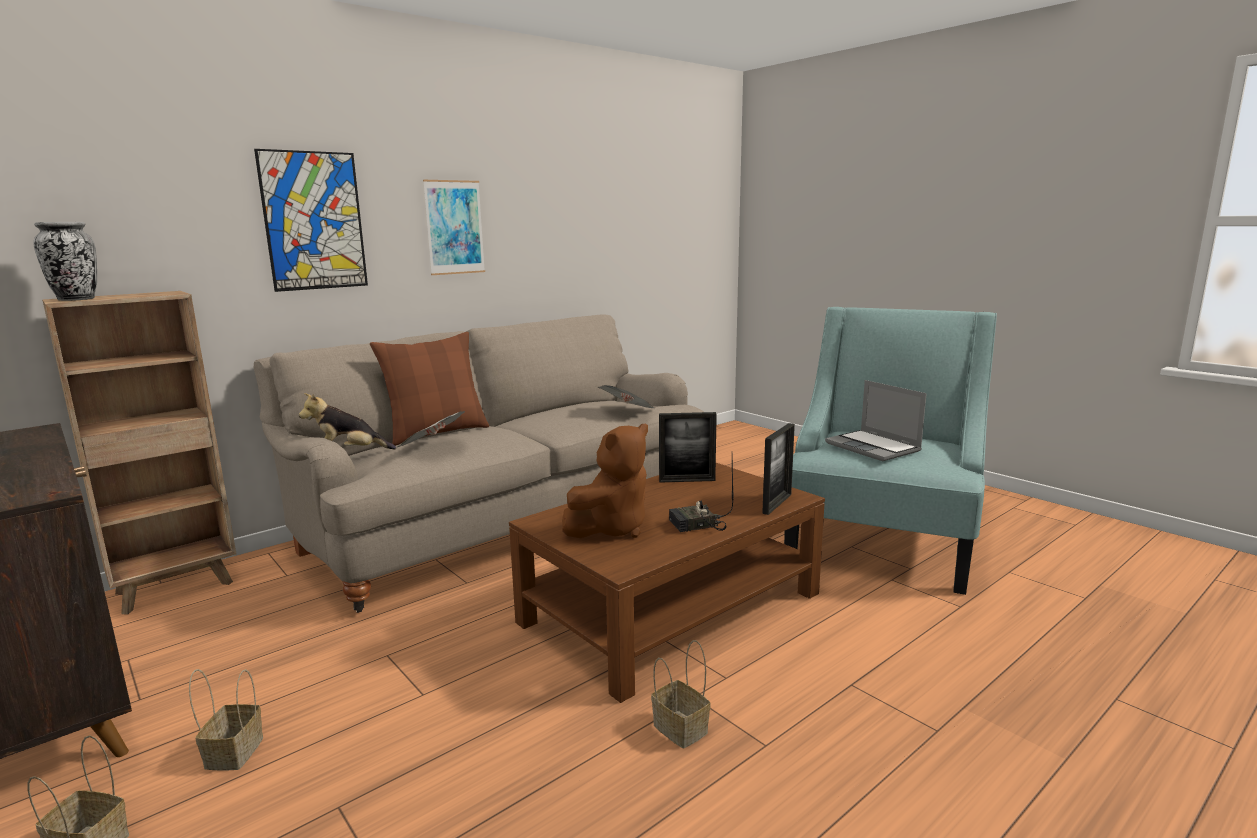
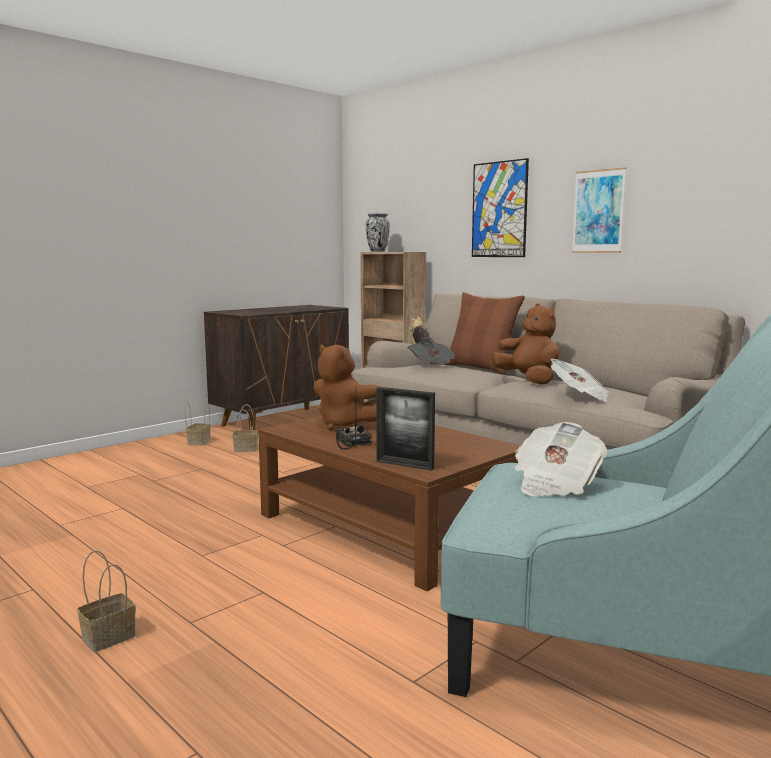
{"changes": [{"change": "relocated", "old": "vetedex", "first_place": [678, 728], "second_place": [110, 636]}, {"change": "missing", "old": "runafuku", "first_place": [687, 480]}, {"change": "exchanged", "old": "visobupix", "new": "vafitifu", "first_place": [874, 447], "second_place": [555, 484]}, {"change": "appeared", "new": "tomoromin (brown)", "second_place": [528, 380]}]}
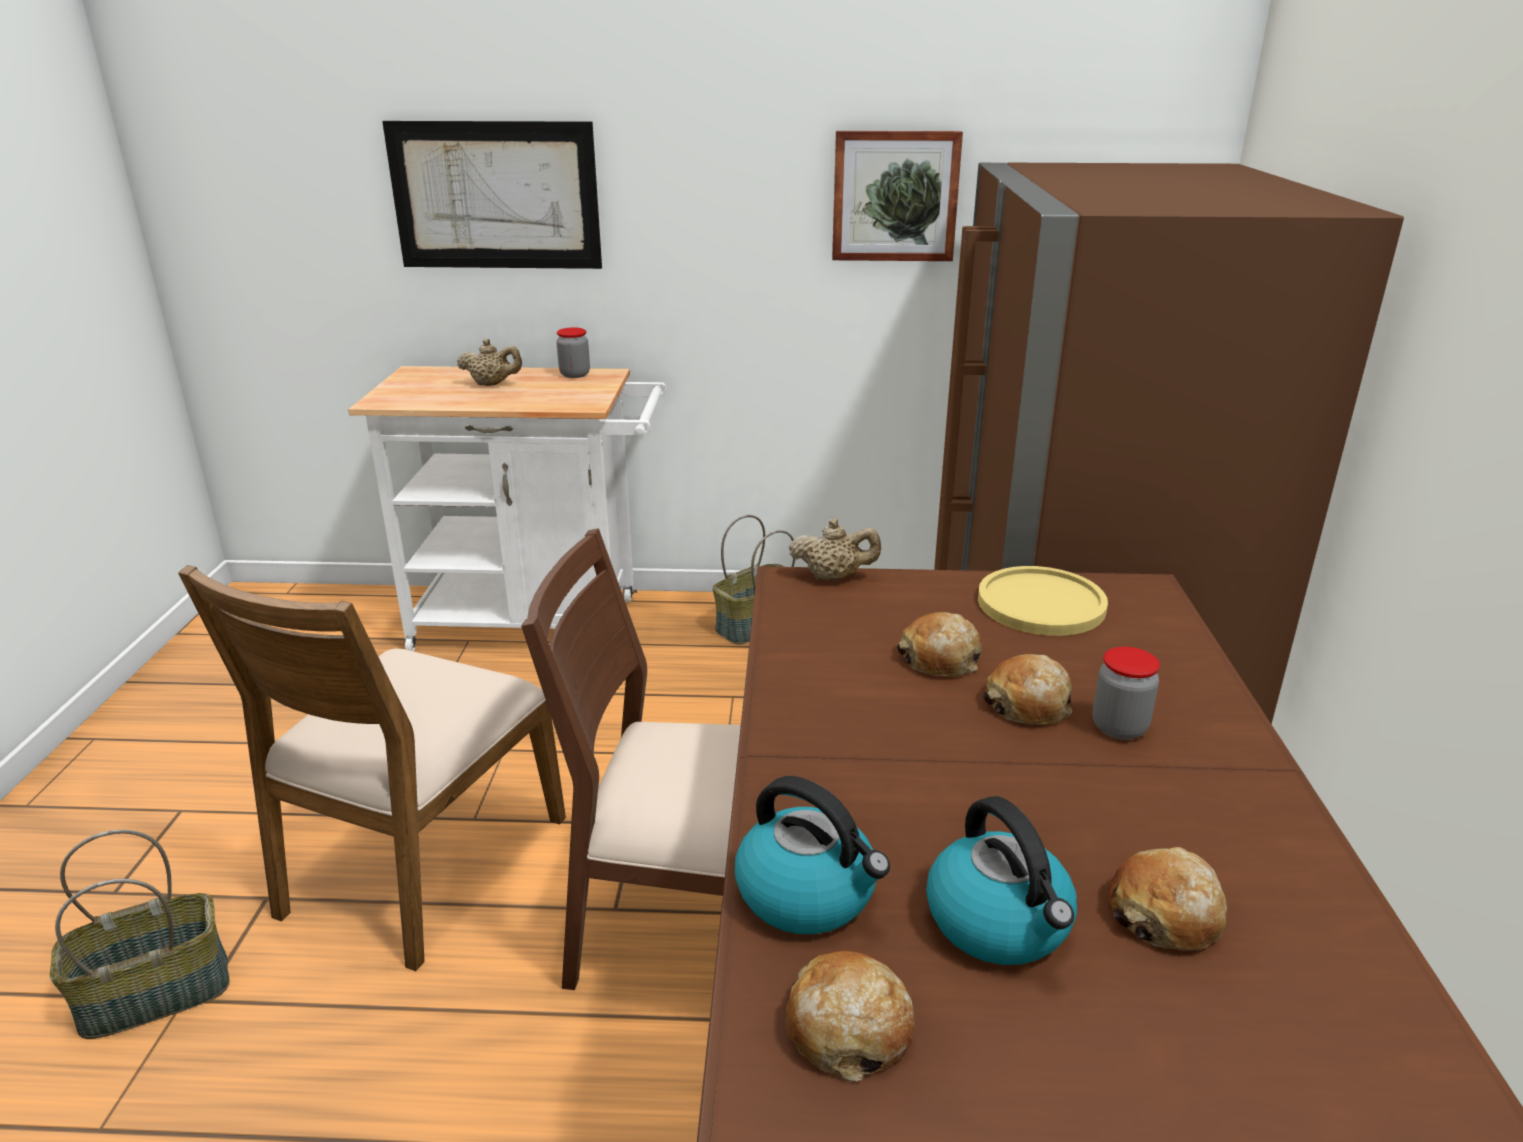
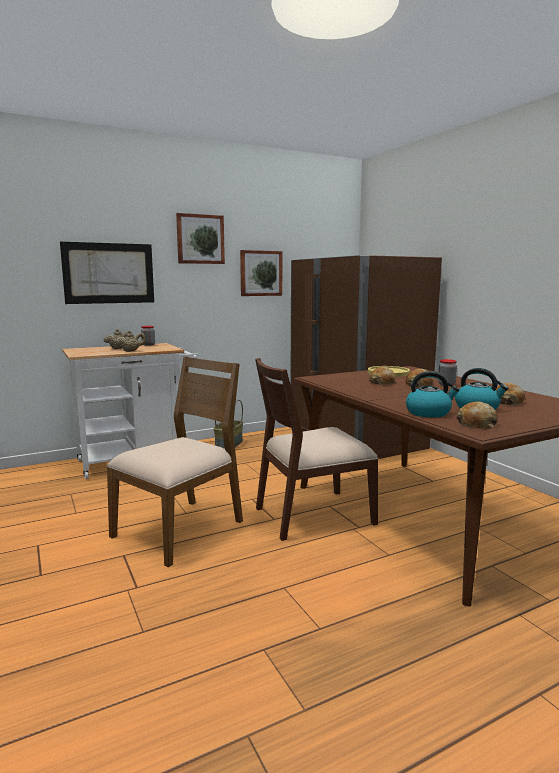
{"changes": [{"change": "missing", "old": "vetedex", "first_place": [157, 992]}, {"change": "spun", "old": "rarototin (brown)", "first_place": [420, 864], "second_place": [180, 529], "degrees": -135}, {"change": "relocated", "old": "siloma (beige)", "first_place": [833, 577], "second_place": [131, 351]}, {"change": "appeared", "new": "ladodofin", "second_place": [200, 239]}]}
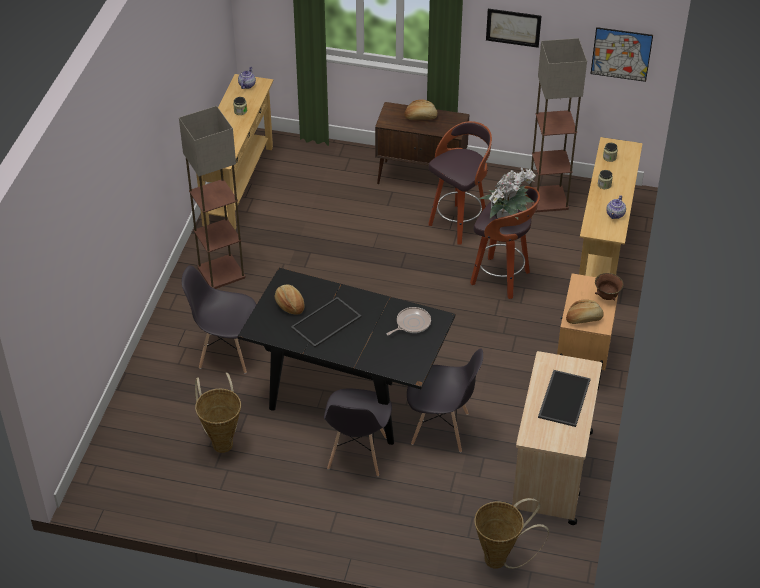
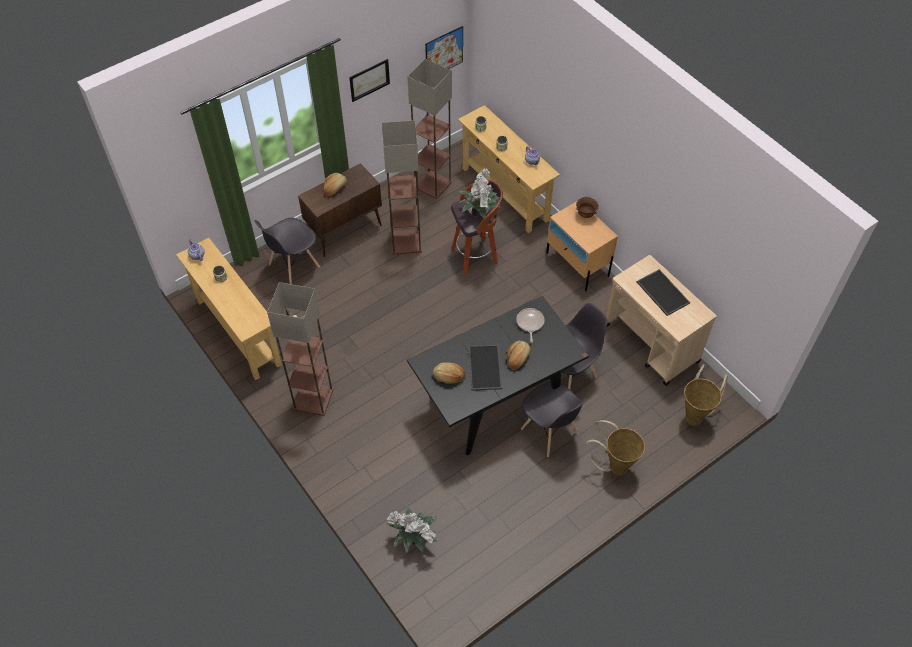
{"changes": [{"change": "relocated", "old": "rarototin (grey)", "first_place": [226, 353], "second_place": [293, 266]}, {"change": "relocated", "old": "vetedex", "first_place": [222, 441], "second_place": [614, 466]}, {"change": "exchanged", "old": "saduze", "new": "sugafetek", "first_place": [459, 223], "second_place": [406, 241]}, {"change": "relocated", "old": "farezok", "first_place": [584, 319], "second_place": [518, 358]}, {"change": "appeared", "new": "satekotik", "second_place": [414, 539]}]}
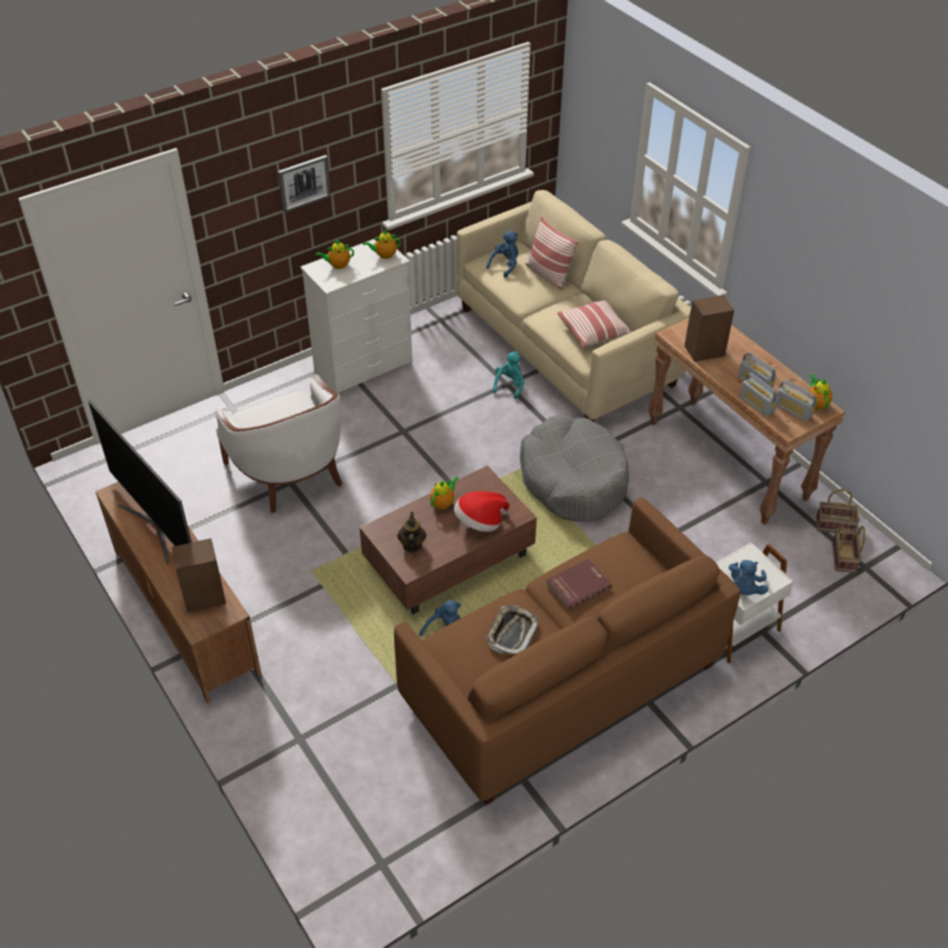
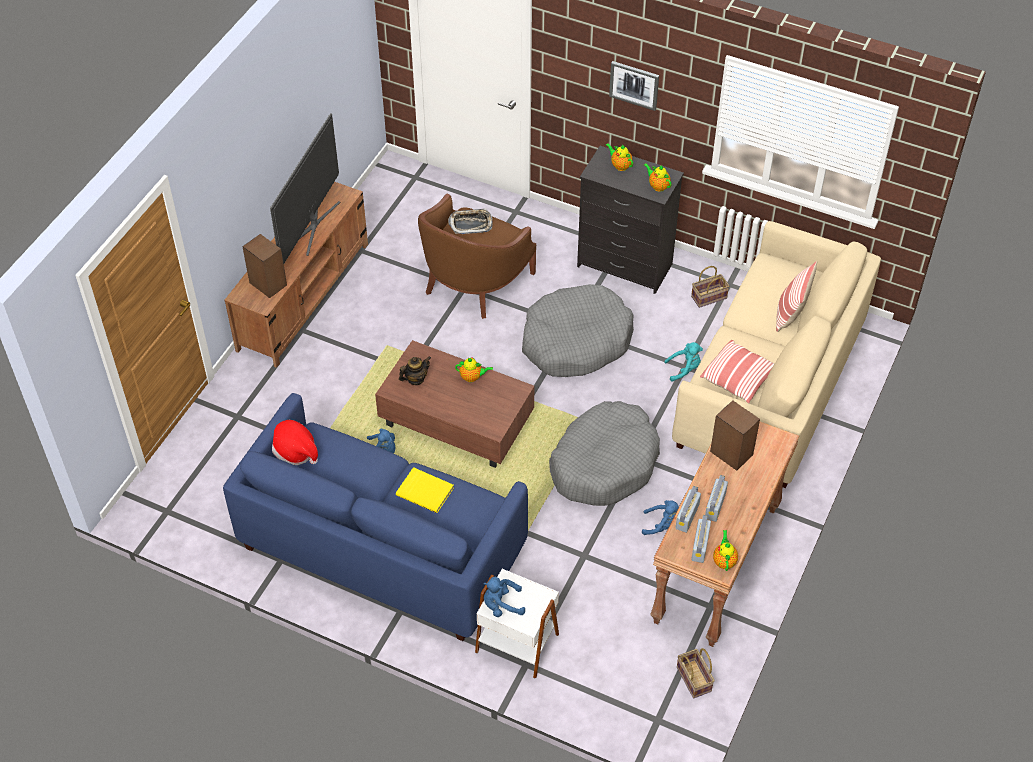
{"changes": [{"change": "colour", "old": "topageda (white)", "new": "topageda (brown)", "first_place": [289, 472], "second_place": [474, 281]}, {"change": "colour", "old": "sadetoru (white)", "new": "sadetoru (black)", "first_place": [364, 368], "second_place": [625, 266]}, {"change": "colour", "old": "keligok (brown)", "new": "keligok (blue)", "first_place": [561, 683], "second_place": [382, 547]}, {"change": "relocated", "old": "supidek", "first_place": [480, 522], "second_place": [294, 451]}, {"change": "relocated", "old": "tomoromin (blue)", "first_place": [505, 265], "second_place": [662, 525]}, {"change": "relocated", "old": "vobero", "first_place": [512, 633], "second_place": [471, 224]}, {"change": "colour", "old": "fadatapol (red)", "new": "fadatapol (yellow)", "first_place": [577, 585], "second_place": [425, 491]}, {"change": "spun", "old": "siloma", "first_place": [816, 403], "second_place": [724, 560], "degrees": -45}, {"change": "relocated", "old": "vetedex", "first_place": [844, 558], "second_place": [708, 298]}, {"change": "appeared", "new": "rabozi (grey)", "second_place": [575, 341]}]}
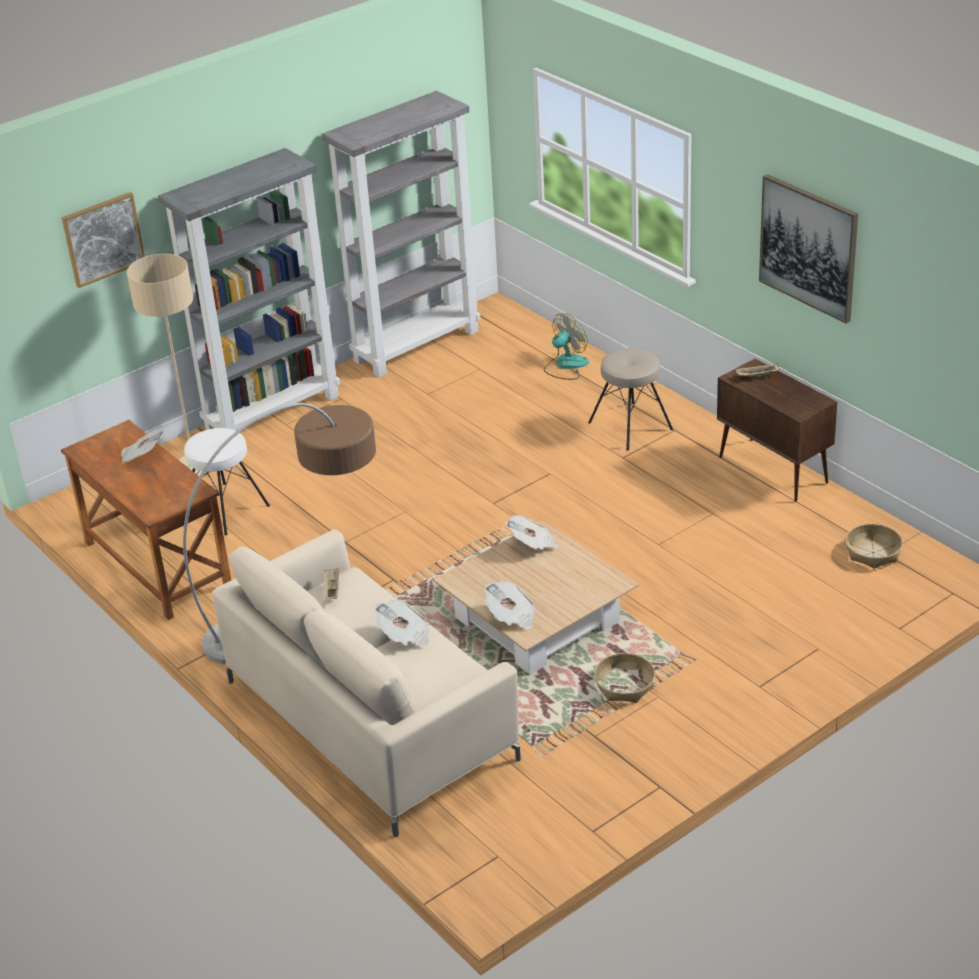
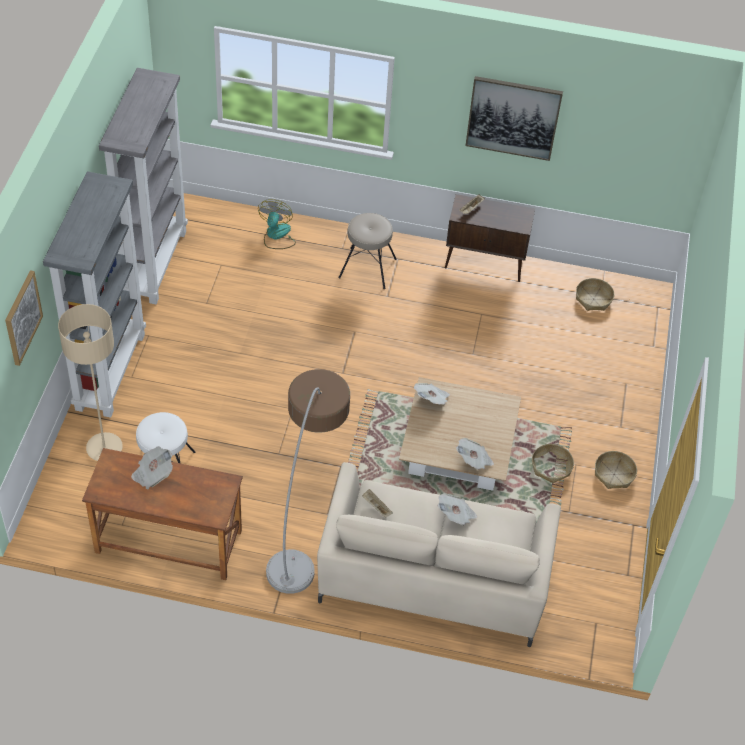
{"changes": [{"change": "appeared", "new": "vetedex", "second_place": [614, 474]}]}
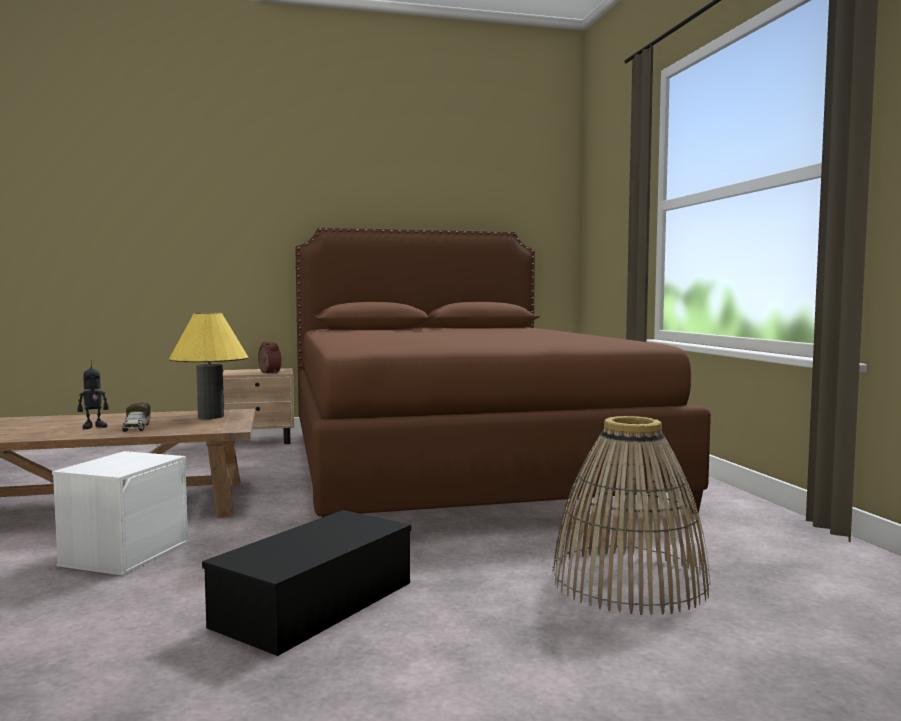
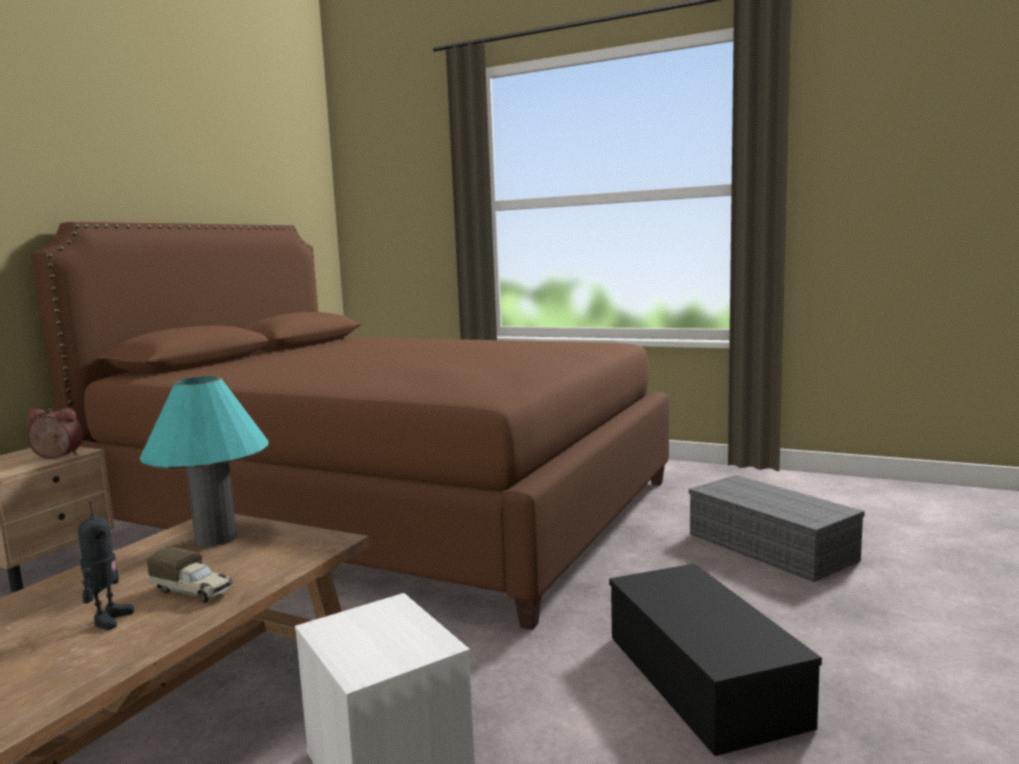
{"changes": [{"change": "colour", "old": "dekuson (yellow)", "new": "dekuson (turquoise)", "first_place": [210, 416], "second_place": [216, 539]}, {"change": "exchanged", "old": "vetedex", "new": "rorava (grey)", "first_place": [629, 581], "second_place": [773, 547]}]}
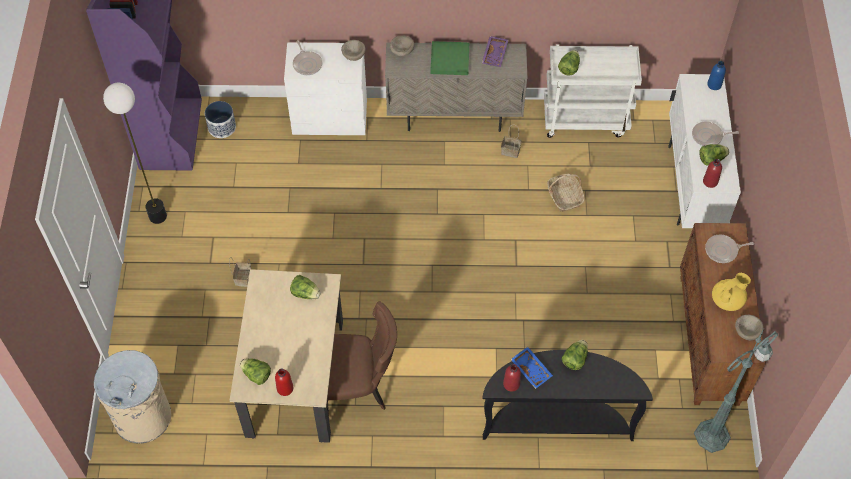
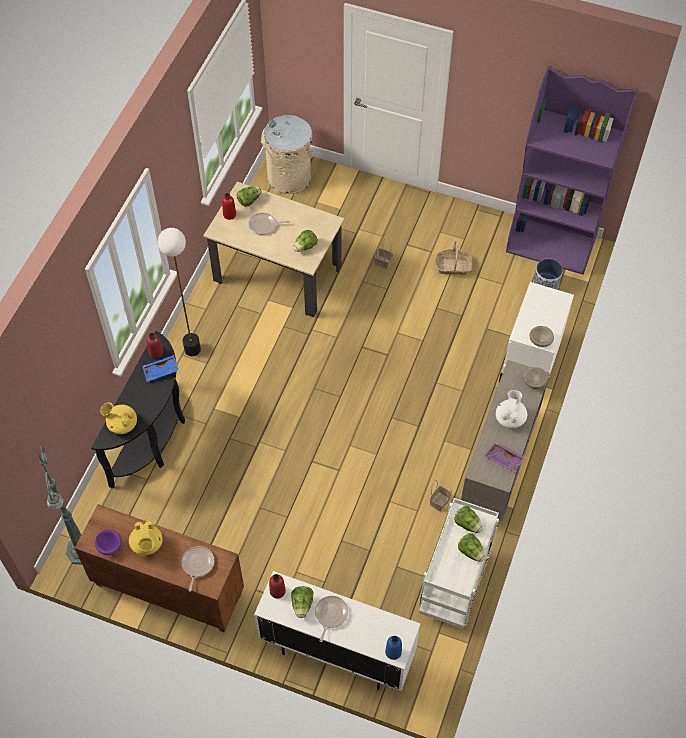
{"changes": [{"change": "relocated", "old": "sugafetek", "first_place": [158, 216], "second_place": [192, 349]}, {"change": "relocated", "old": "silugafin", "first_place": [307, 64], "second_place": [264, 225]}, {"change": "missing", "old": "rarototin (brown)", "first_place": [357, 388]}, {"change": "exchanged", "old": "vobero (green)", "new": "siloma (white)", "first_place": [449, 59], "second_place": [510, 418]}, {"change": "relocated", "old": "vetedex", "first_place": [564, 196], "second_place": [453, 266]}, {"change": "relocated", "old": "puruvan", "first_place": [574, 359], "second_place": [471, 551]}, {"change": "colour", "old": "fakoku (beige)", "new": "fakoku (purple)", "first_place": [747, 331], "second_place": [110, 546]}, {"change": "appeared", "new": "siloma (yellow)", "second_place": [122, 424]}]}
